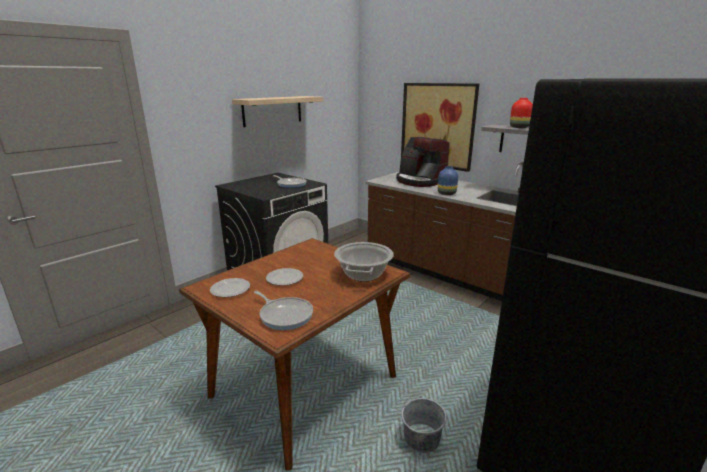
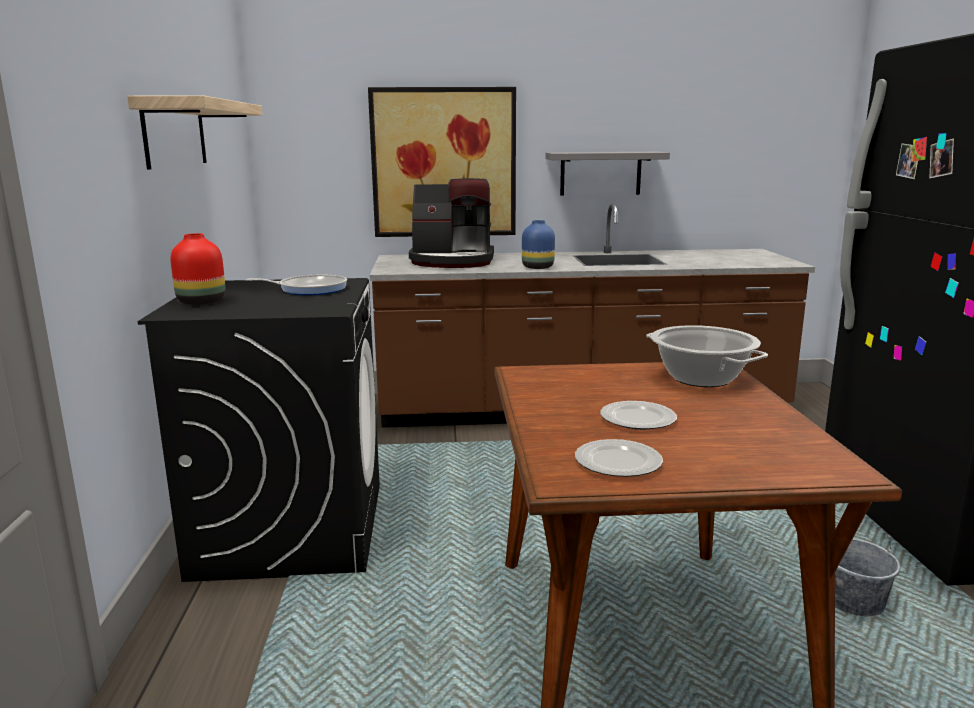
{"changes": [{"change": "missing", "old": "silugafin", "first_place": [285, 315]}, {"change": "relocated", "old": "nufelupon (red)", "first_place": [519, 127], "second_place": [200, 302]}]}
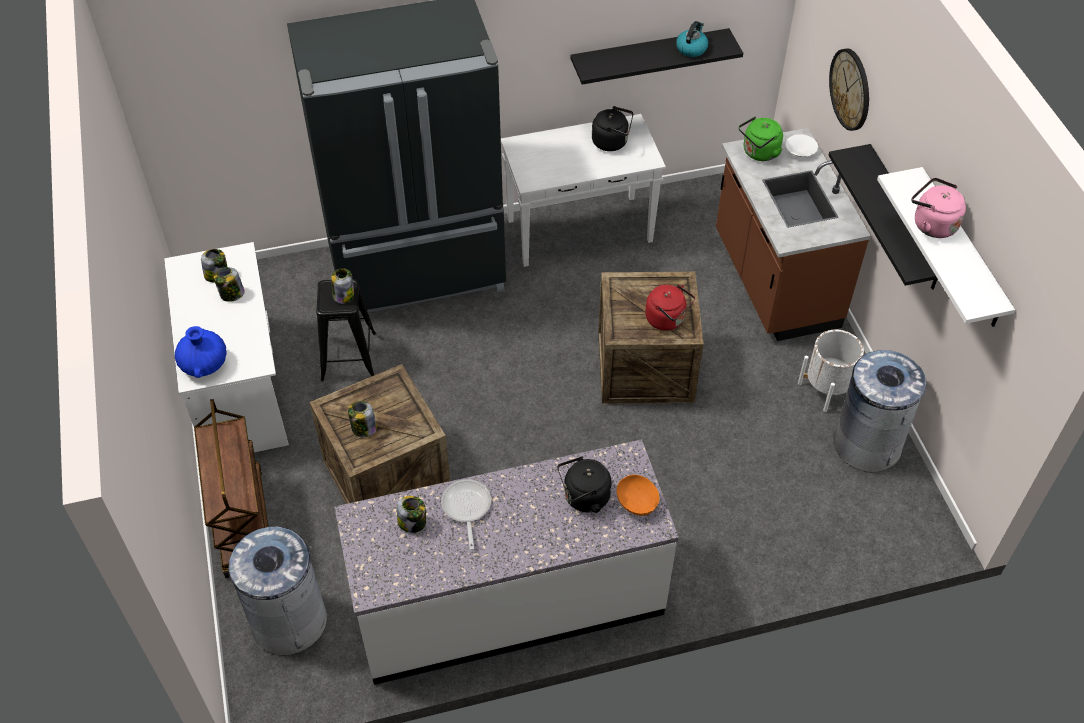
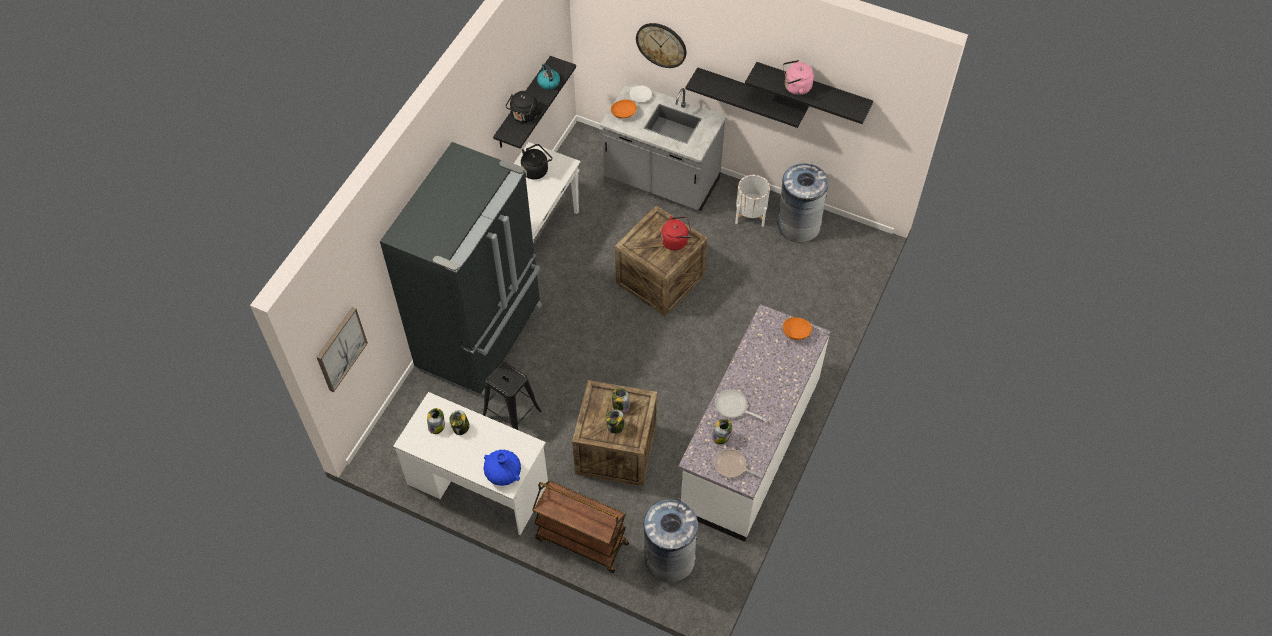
{"changes": [{"change": "relocated", "old": "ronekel", "first_place": [343, 295], "second_place": [620, 406]}, {"change": "relocated", "old": "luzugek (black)", "first_place": [584, 498], "second_place": [524, 116]}, {"change": "colour", "old": "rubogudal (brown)", "new": "rubogudal (grey)", "first_place": [774, 281], "second_place": [661, 181]}, {"change": "exchanged", "old": "luzugek (green)", "new": "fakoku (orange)", "first_place": [759, 153], "second_place": [623, 115]}, {"change": "colour", "old": "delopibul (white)", "new": "delopibul (black)", "first_place": [961, 250], "second_place": [812, 90]}, {"change": "appeared", "new": "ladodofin", "second_place": [340, 349]}, {"change": "appeared", "new": "silugafin", "second_place": [732, 466]}]}
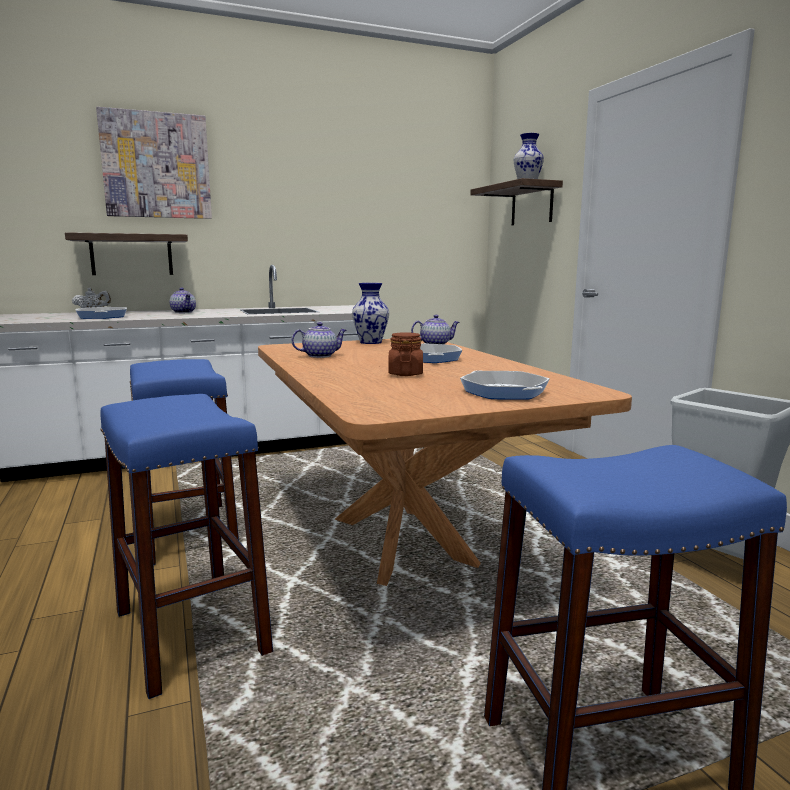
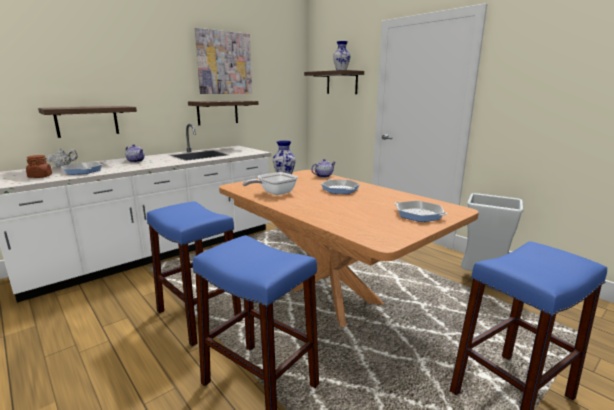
{"changes": [{"change": "relocated", "old": "ladodofin", "first_place": [156, 165], "second_place": [224, 63]}, {"change": "exchanged", "old": "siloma", "new": "silugafin", "first_place": [320, 356], "second_place": [274, 193]}, {"change": "relocated", "old": "ronekel (brown)", "first_place": [405, 374], "second_place": [40, 176]}, {"change": "appeared", "new": "delopibul", "second_place": [217, 112]}]}
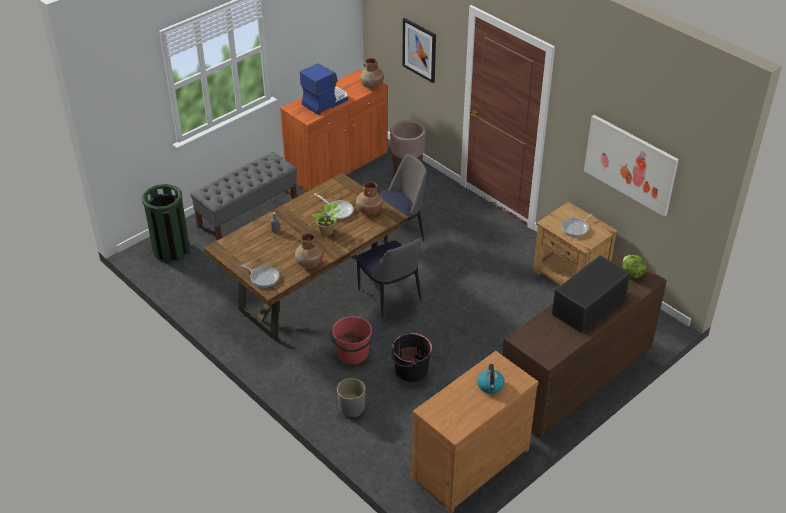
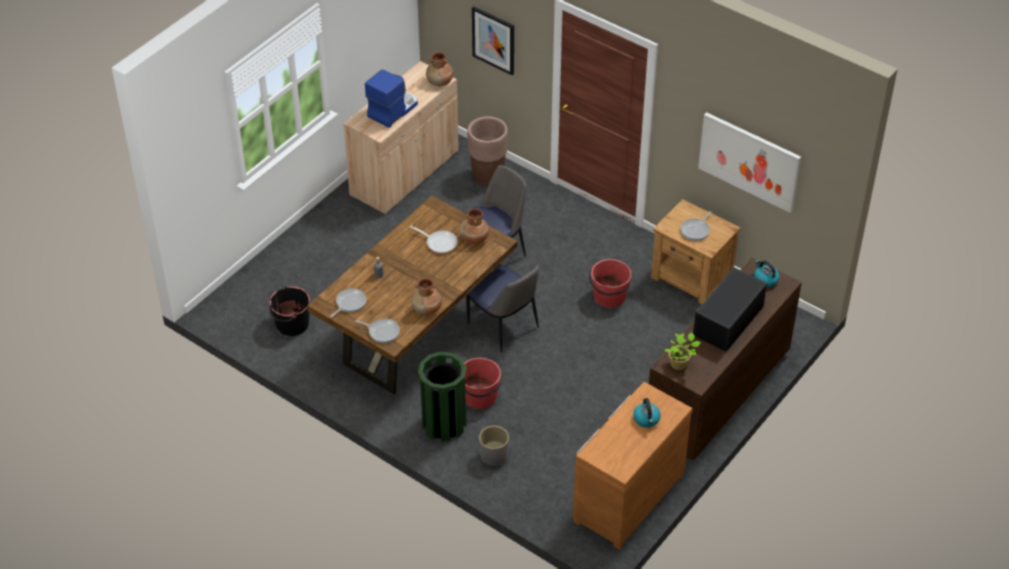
{"changes": [{"change": "relocated", "old": "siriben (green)", "first_place": [171, 250], "second_place": [444, 424]}, {"change": "missing", "old": "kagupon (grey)", "first_place": [248, 214]}, {"change": "colour", "old": "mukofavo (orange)", "new": "mukofavo (beige)", "first_place": [337, 165], "second_place": [405, 173]}, {"change": "relocated", "old": "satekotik", "first_place": [327, 231], "second_place": [680, 364]}, {"change": "relocated", "old": "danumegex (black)", "first_place": [410, 370], "second_place": [292, 324]}, {"change": "exchanged", "old": "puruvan", "new": "luzugek", "first_place": [631, 274], "second_place": [765, 280]}, {"change": "appeared", "new": "silugafin", "second_place": [349, 303]}, {"change": "appeared", "new": "danumegex (red)", "second_place": [609, 297]}]}
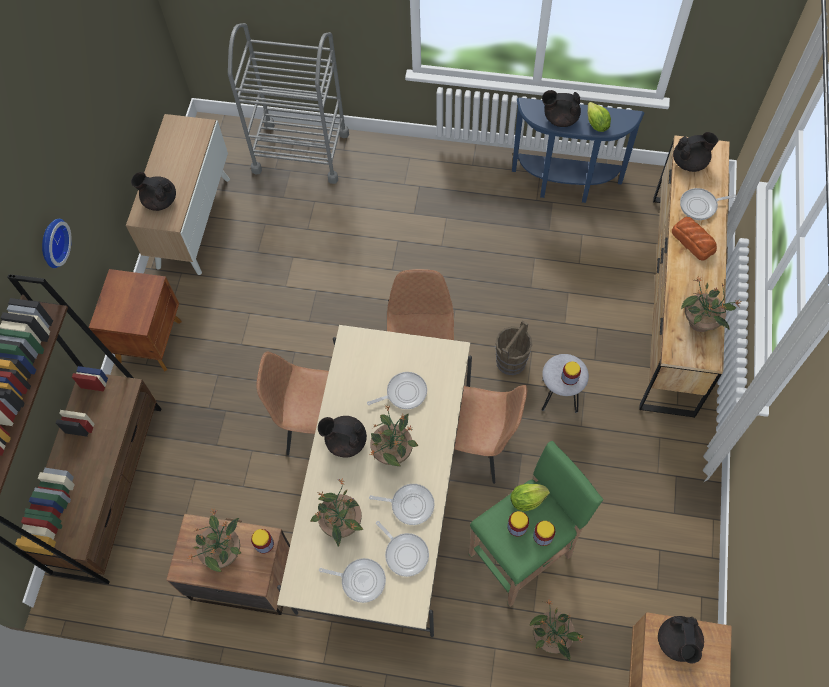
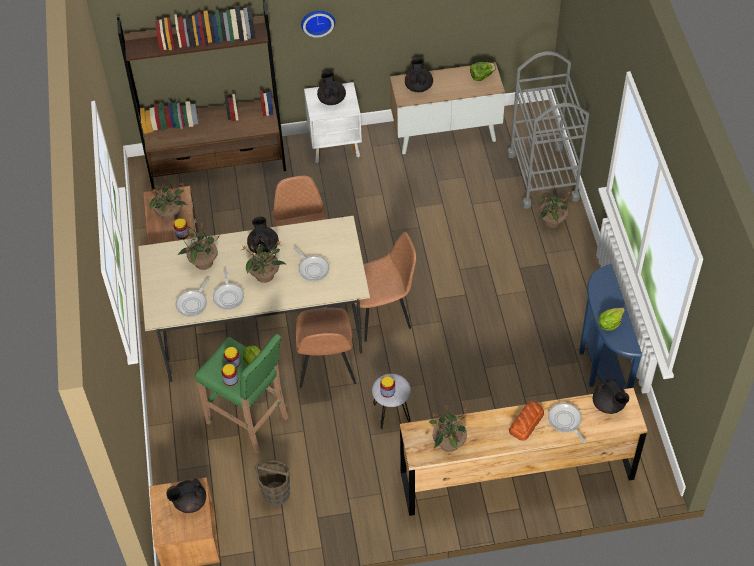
{"changes": [{"change": "colour", "old": "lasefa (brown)", "new": "lasefa (white)", "first_place": [151, 341], "second_place": [335, 146]}, {"change": "missing", "old": "silugafin", "first_place": [360, 580]}, {"change": "relocated", "old": "danumegex (brown)", "first_place": [510, 361], "second_place": [276, 493]}, {"change": "relocated", "old": "satekotik", "first_place": [552, 637], "second_place": [551, 222]}, {"change": "relocated", "old": "siloma (black)", "first_place": [560, 118], "second_place": [331, 99]}, {"change": "appeared", "new": "puruvan", "second_place": [481, 76]}]}
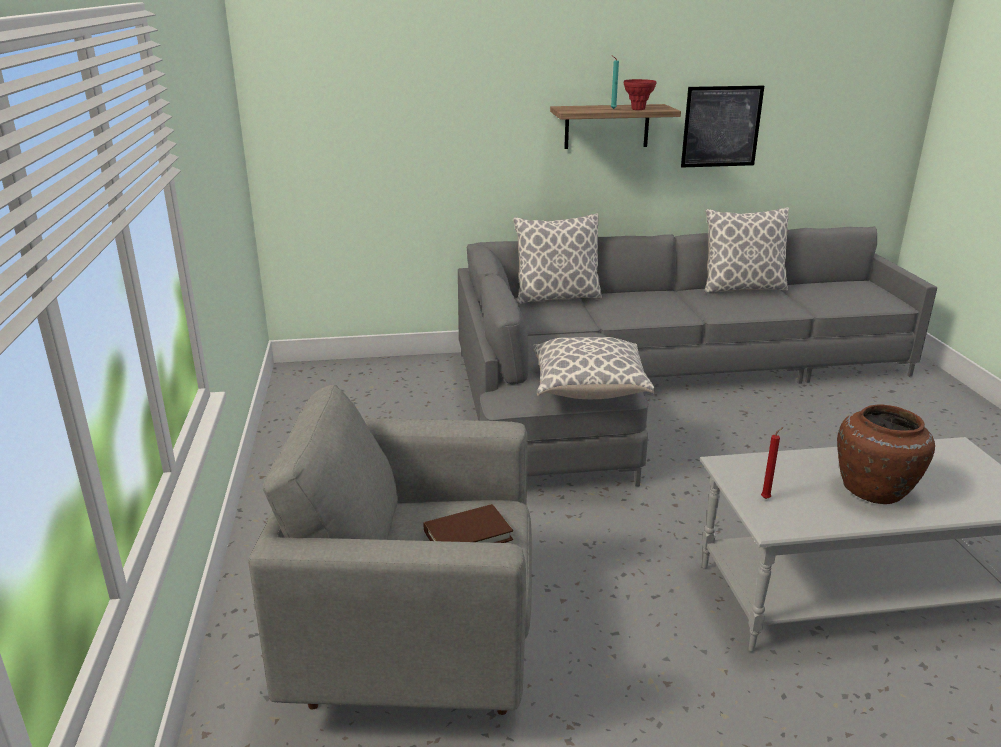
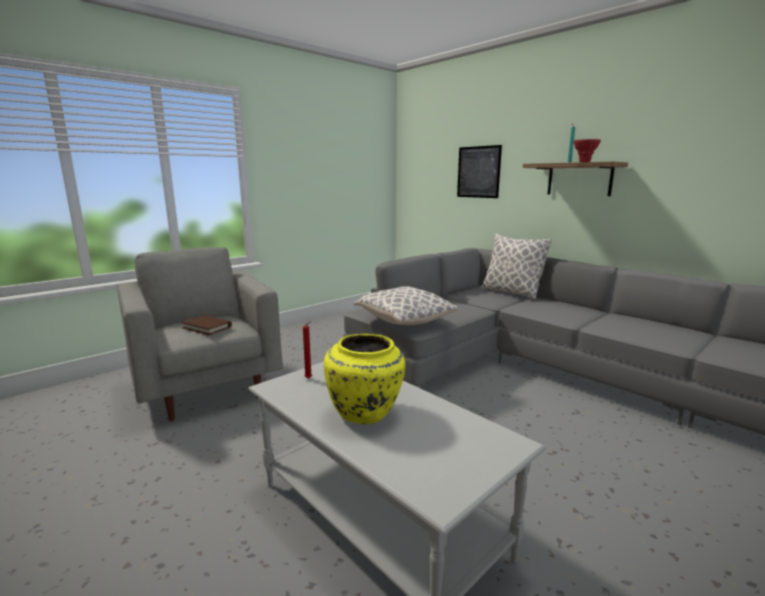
{"changes": [{"change": "relocated", "old": "ladodofin", "first_place": [721, 126], "second_place": [478, 172]}, {"change": "missing", "old": "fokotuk", "first_place": [742, 288]}, {"change": "colour", "old": "nufelupon (brown)", "new": "nufelupon (yellow)", "first_place": [875, 491], "second_place": [365, 413]}]}
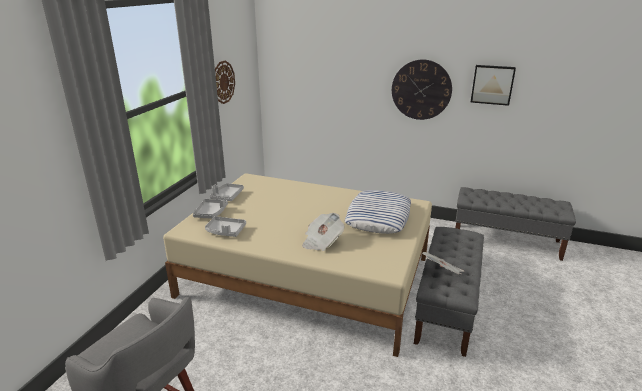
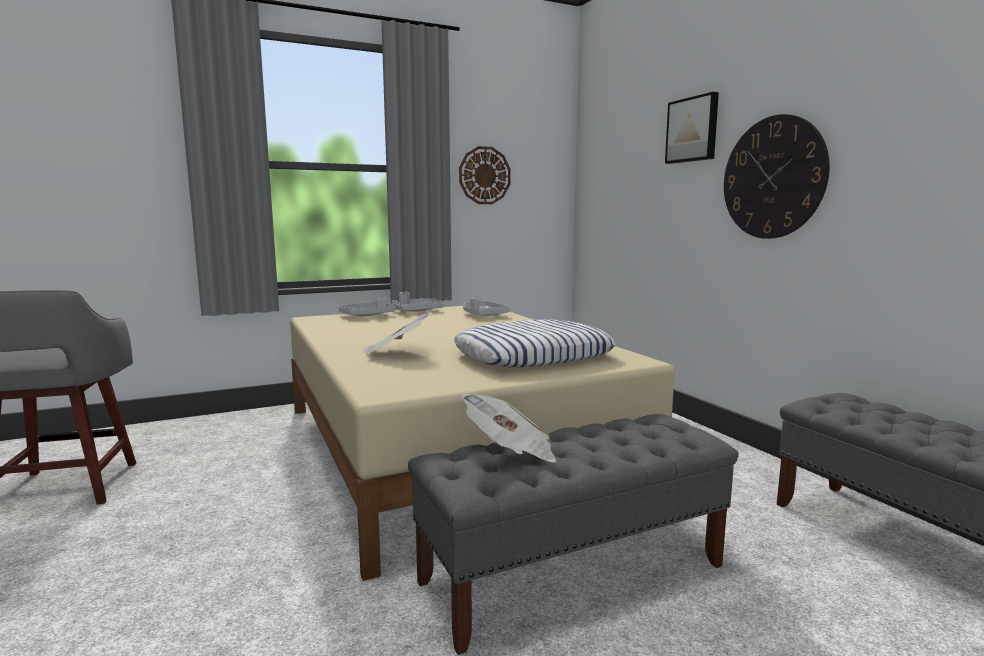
{"changes": [{"change": "relocated", "old": "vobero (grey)", "first_place": [225, 231], "second_place": [483, 315]}, {"change": "relocated", "old": "ladodofin", "first_place": [492, 84], "second_place": [693, 130]}]}
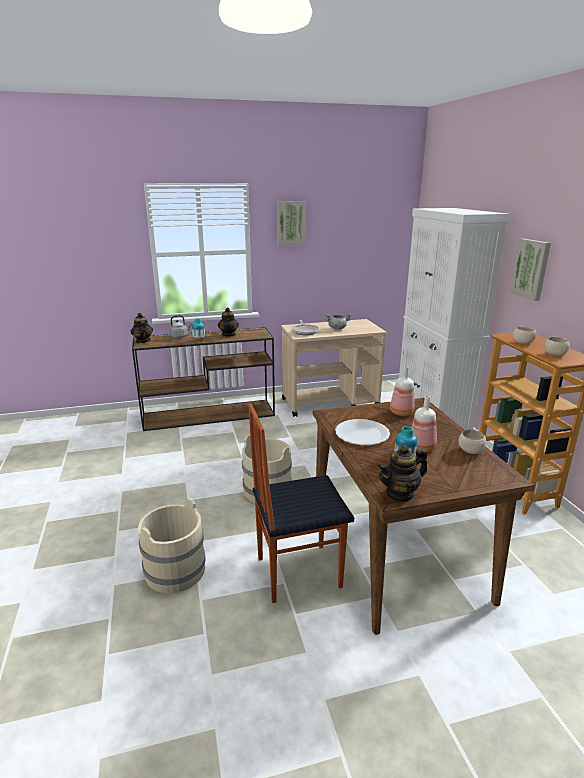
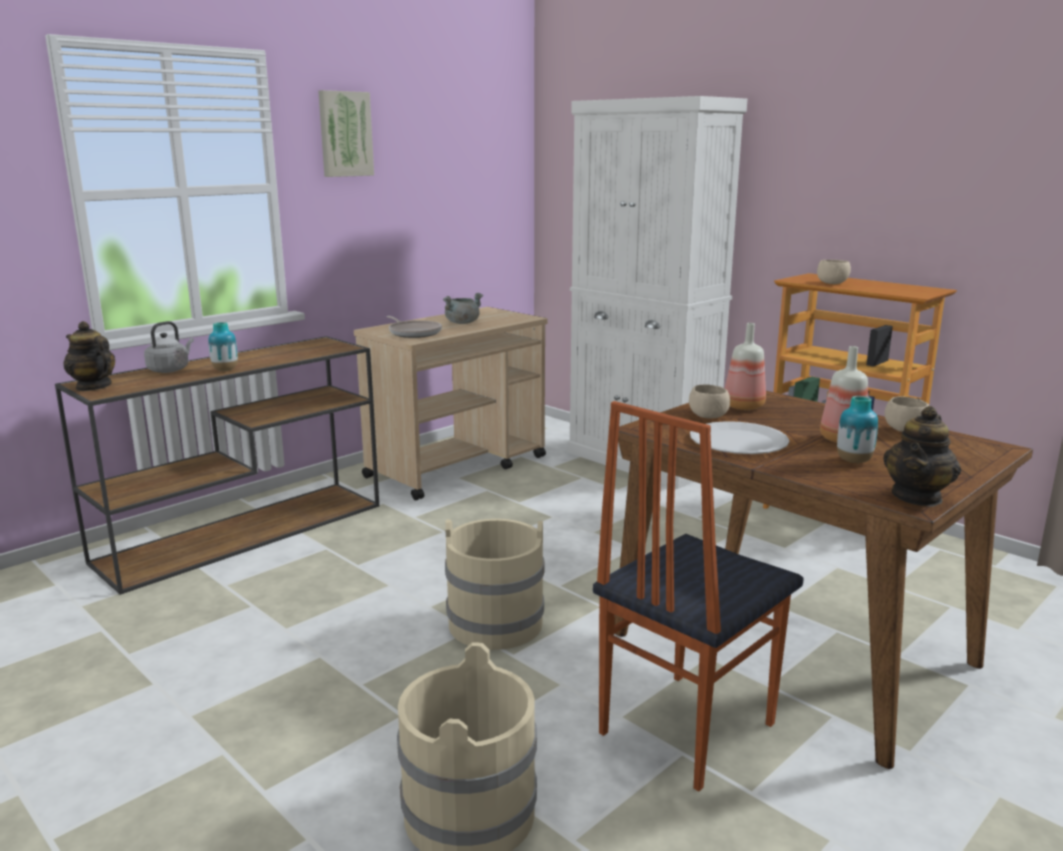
{"changes": [{"change": "missing", "old": "siloma", "first_place": [229, 334]}, {"change": "missing", "old": "ladodofin", "first_place": [531, 269]}, {"change": "relocated", "old": "fakoku (beige)", "first_place": [554, 354], "second_place": [708, 416]}]}
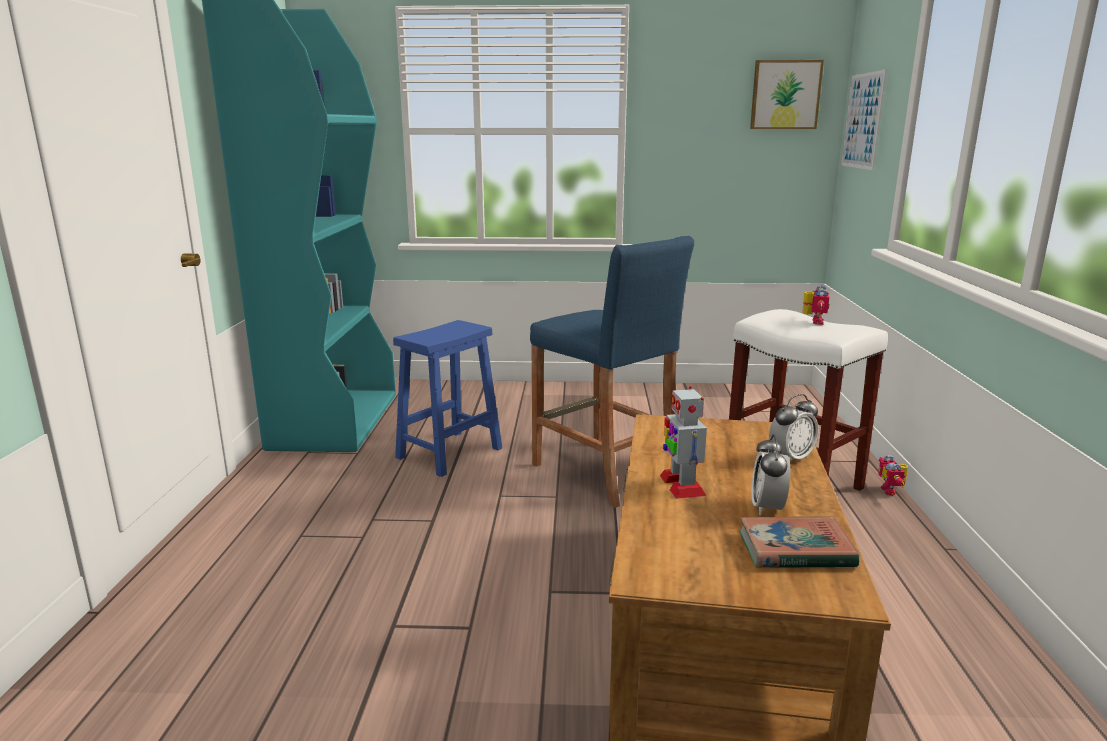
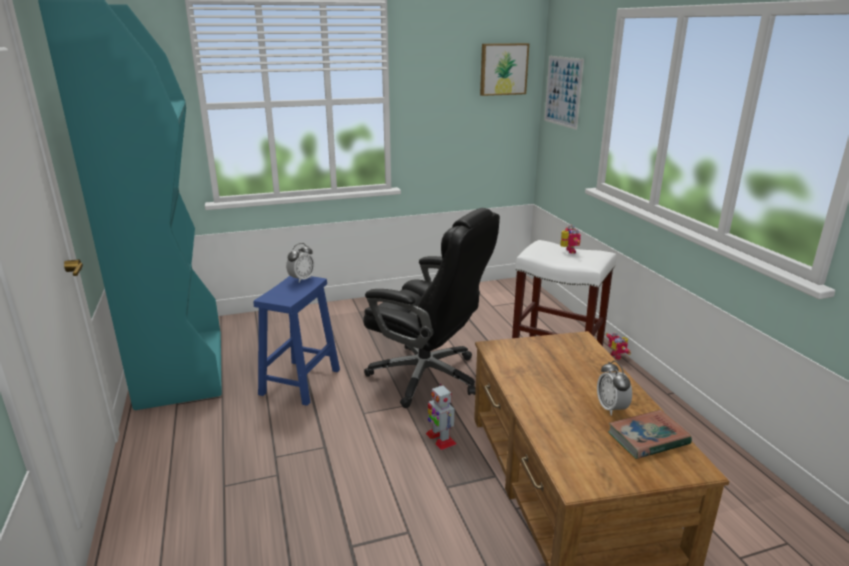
{"changes": [{"change": "exchanged", "old": "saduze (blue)", "new": "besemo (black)", "first_place": [604, 472], "second_place": [428, 376]}, {"change": "relocated", "old": "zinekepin", "first_place": [681, 485], "second_place": [440, 438]}, {"change": "relocated", "old": "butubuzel", "first_place": [791, 457], "second_place": [302, 279]}]}
